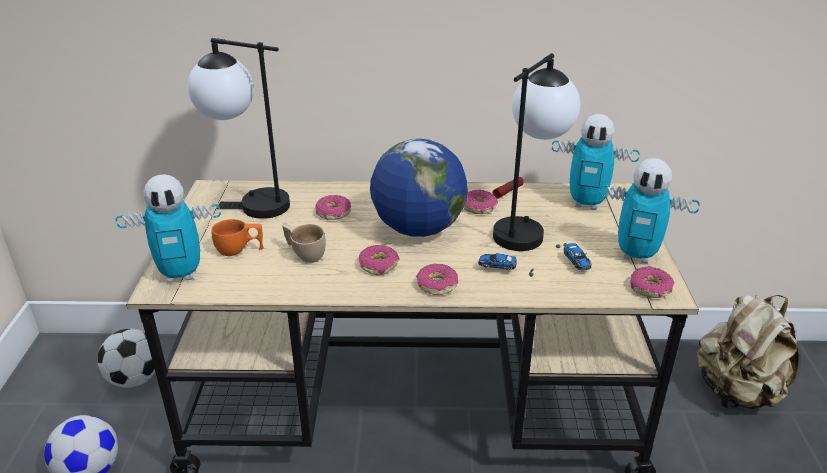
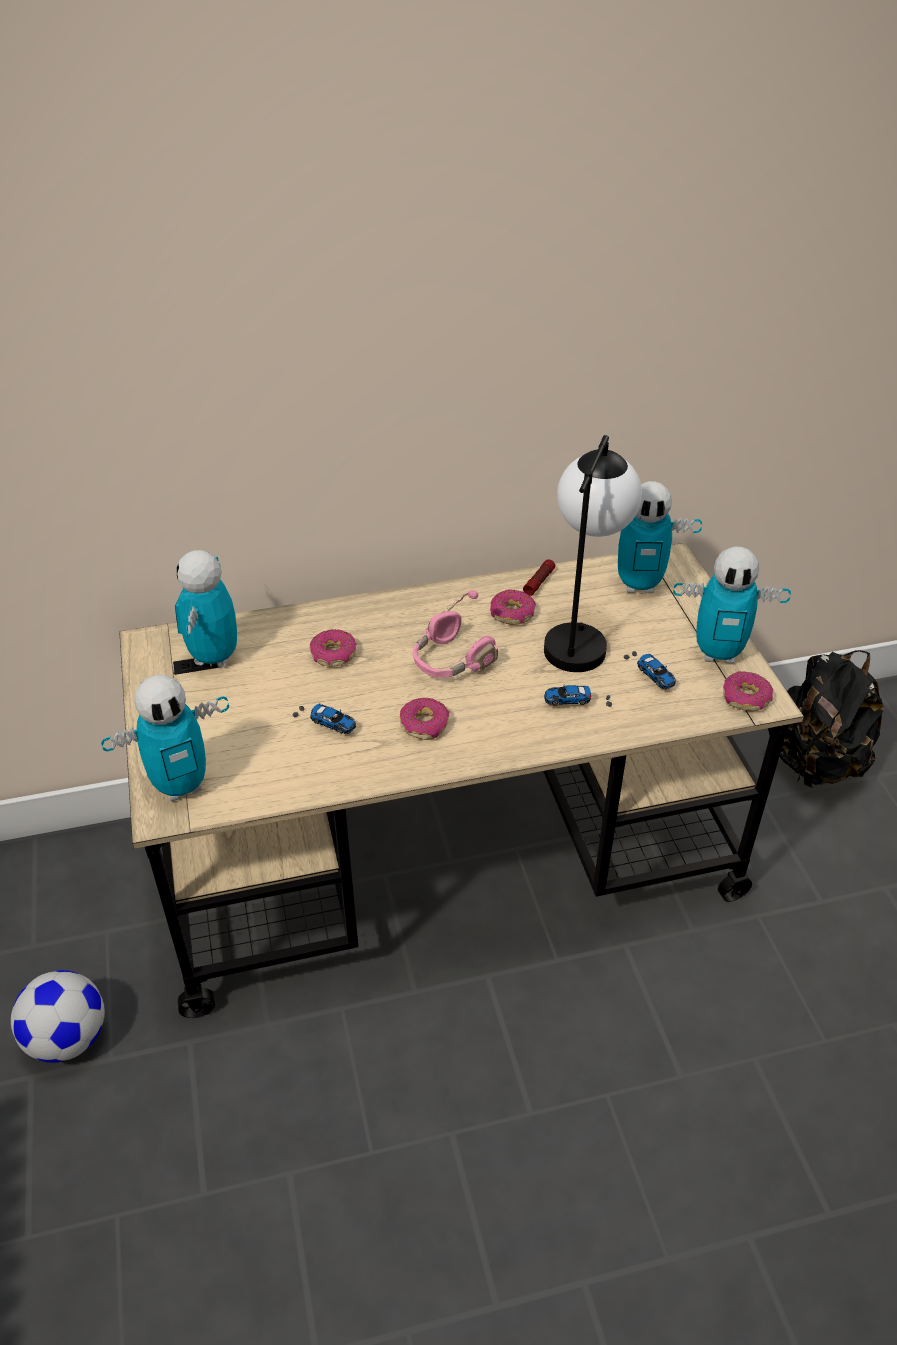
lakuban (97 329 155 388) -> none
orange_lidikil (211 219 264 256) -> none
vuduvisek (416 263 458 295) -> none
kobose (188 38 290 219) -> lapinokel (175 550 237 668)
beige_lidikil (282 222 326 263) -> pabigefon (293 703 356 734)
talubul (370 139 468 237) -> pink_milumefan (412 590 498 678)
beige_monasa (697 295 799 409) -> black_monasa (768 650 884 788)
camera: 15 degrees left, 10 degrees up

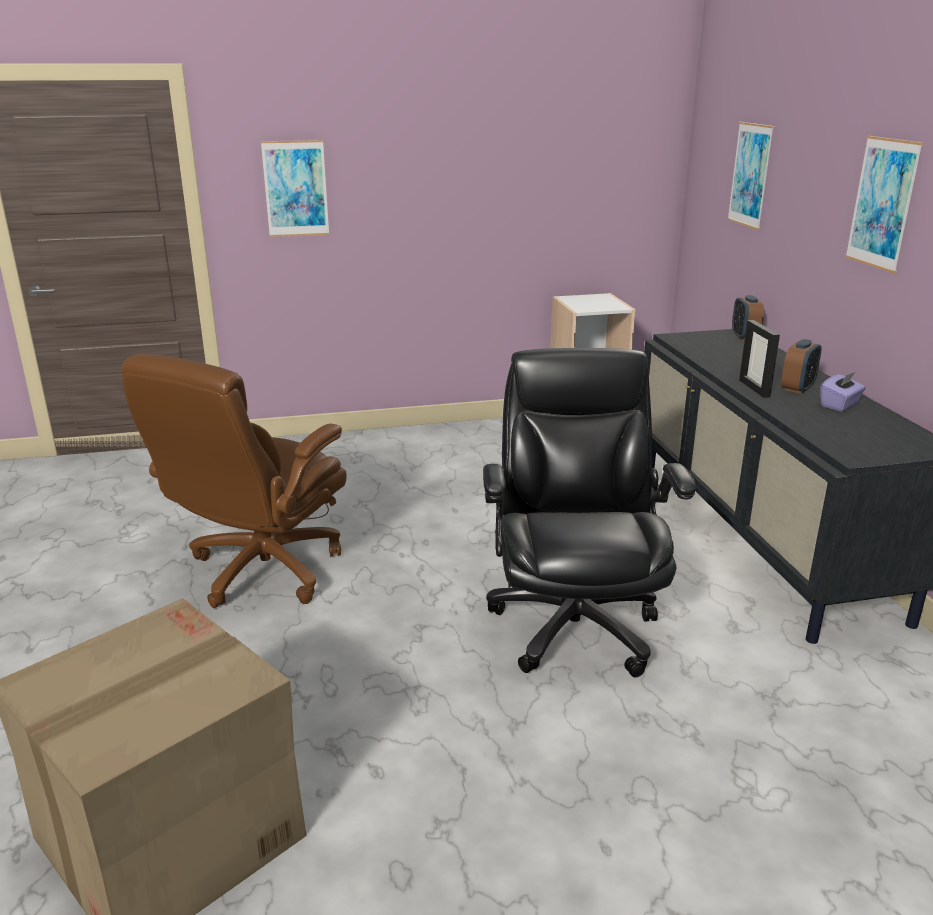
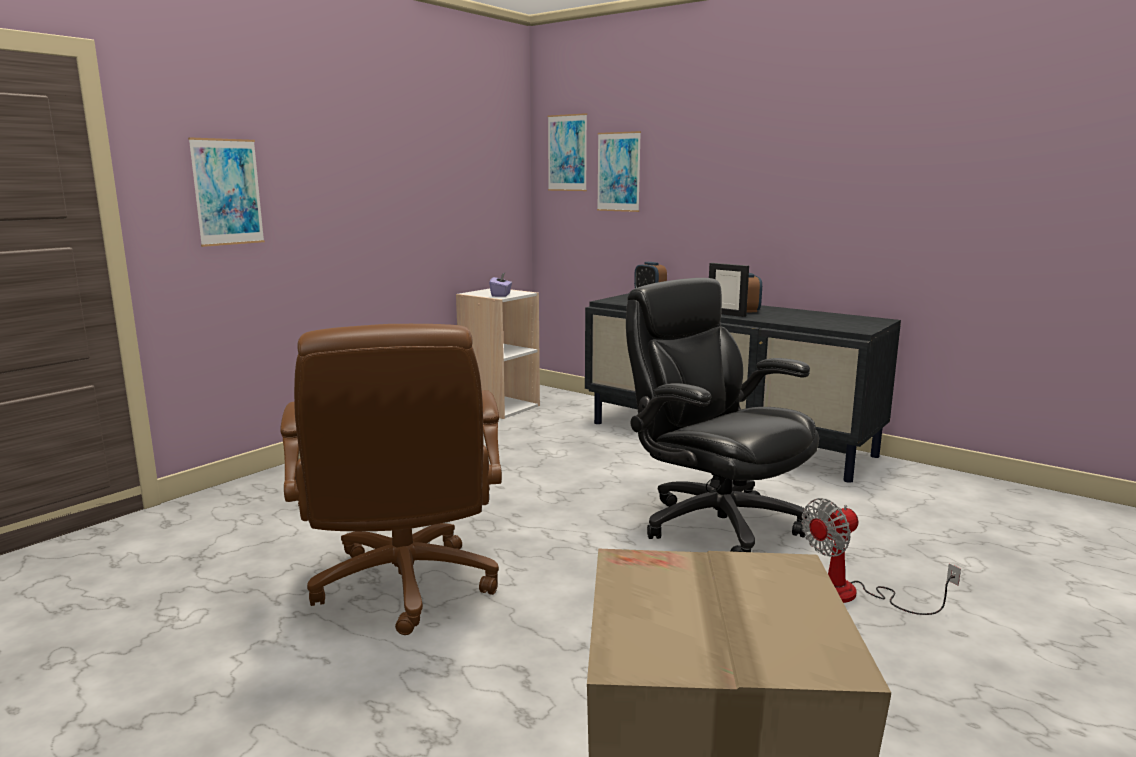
none -> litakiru (801 498 961 615)
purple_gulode (820 372 866 411) -> purple_gulode (489 273 512 297), moved
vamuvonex (845 136 924 273) -> vamuvonex (548 113 587 191), moved
camera: 40 degrees left, 10 degrees down

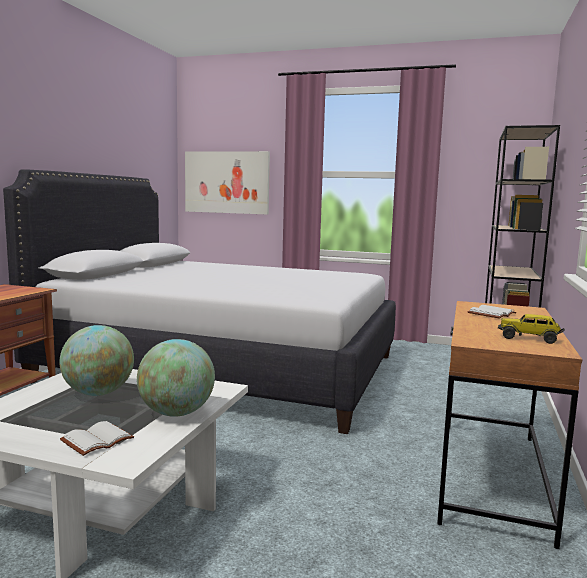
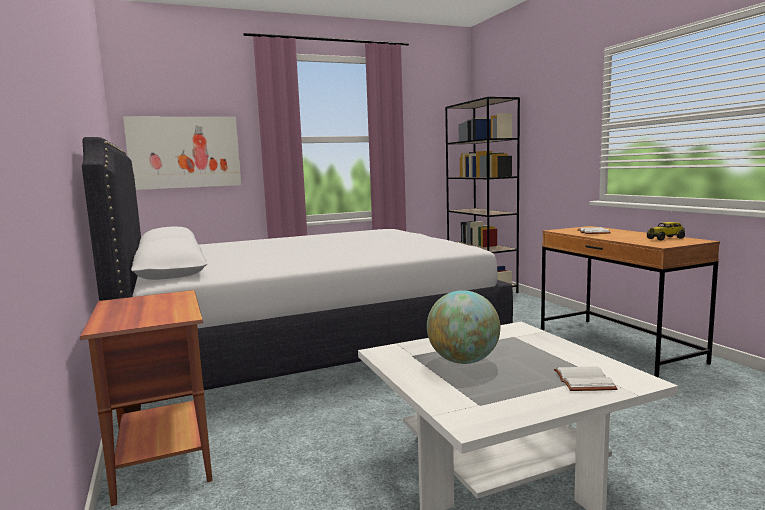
talubul (137 339 215 417) -> none
camera: 40 degrees left, 0 degrees up

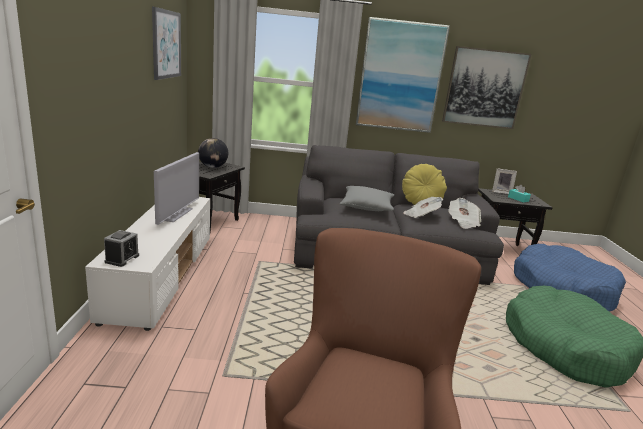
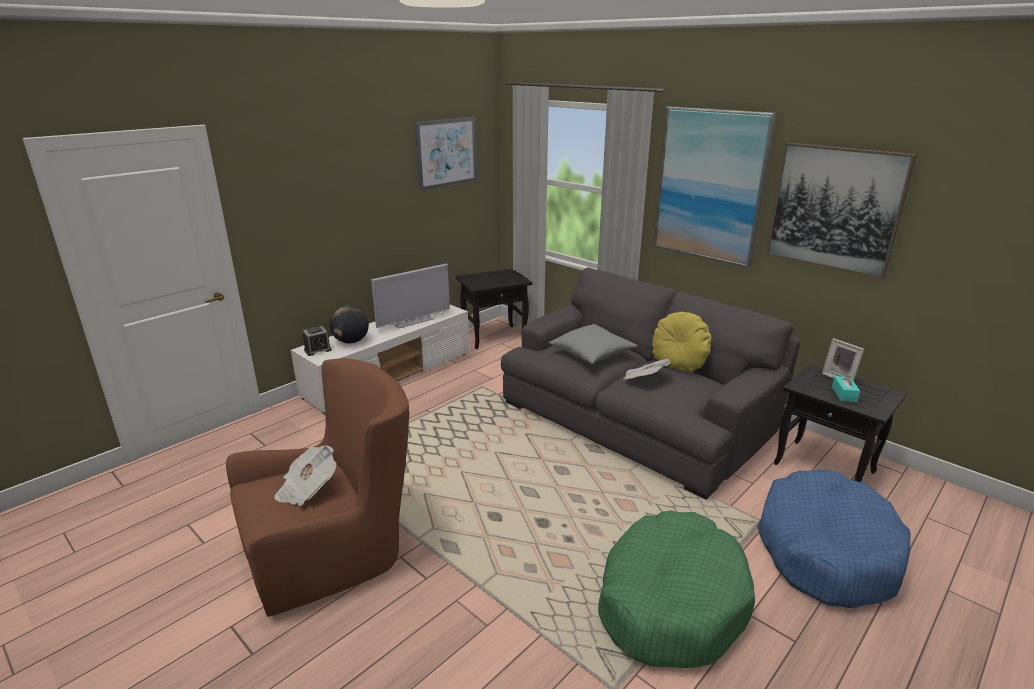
talubul (198 138 228 168) -> talubul (330 306 369 344), moved
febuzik (448 198 481 229) -> febuzik (274 445 336 506), moved
camera: 45 degrees right, 5 degrees up

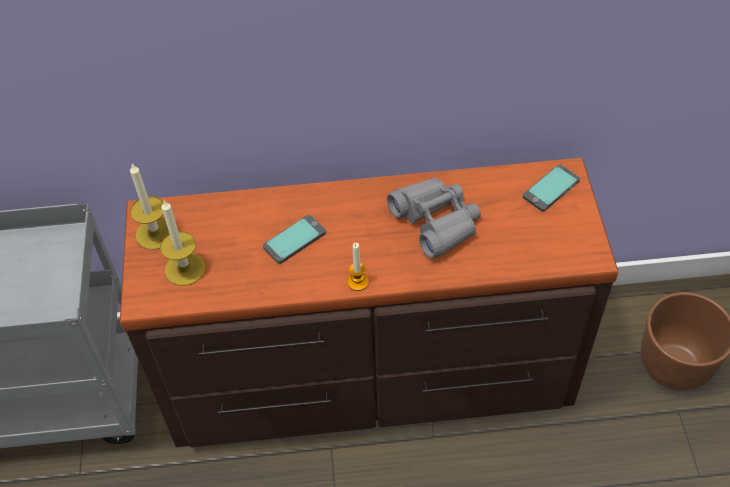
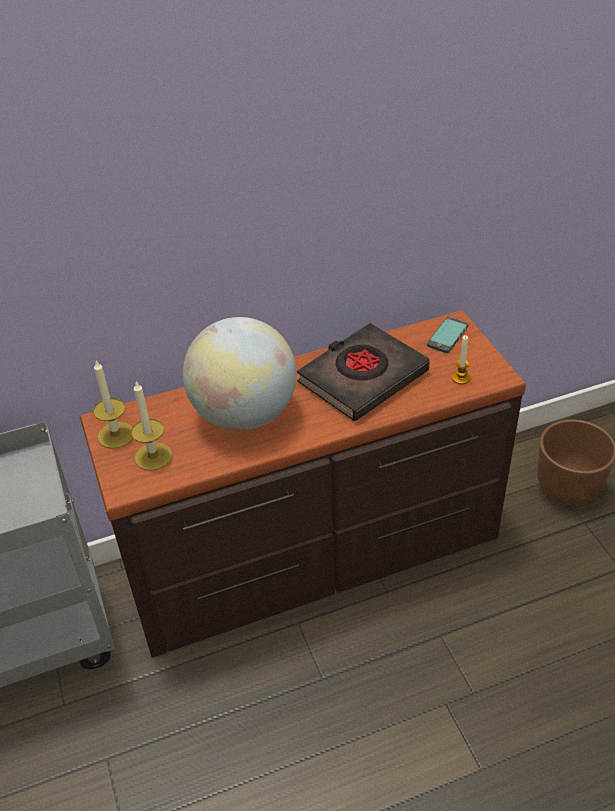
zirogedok (347 243 369 291) -> zirogedok (452 335 470 384), moved
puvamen (263 215 326 264) -> talubul (183 317 296 431)
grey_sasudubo (387 178 481 259) -> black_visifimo (297 323 430 421)
camera: 15 degrees left, 10 degrees down

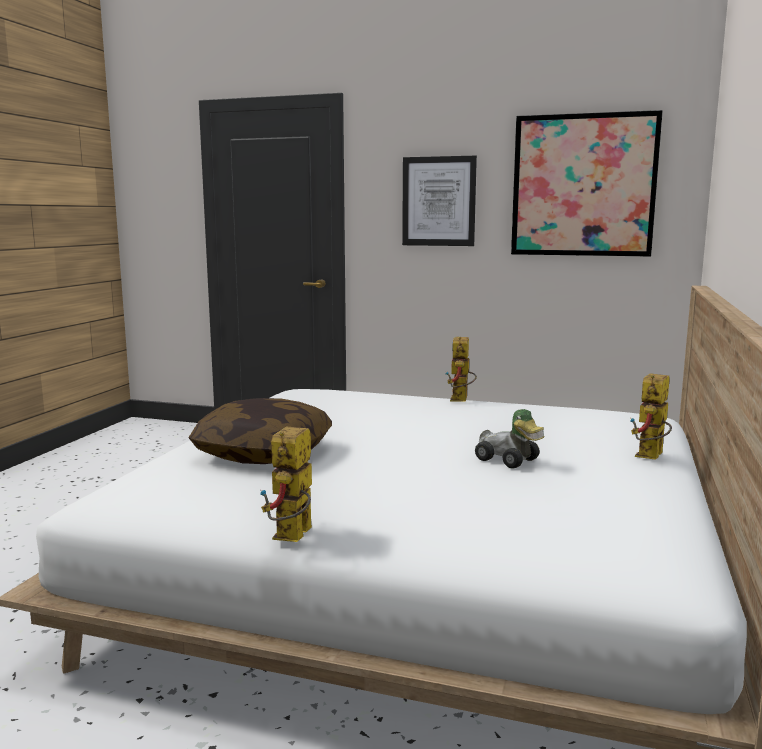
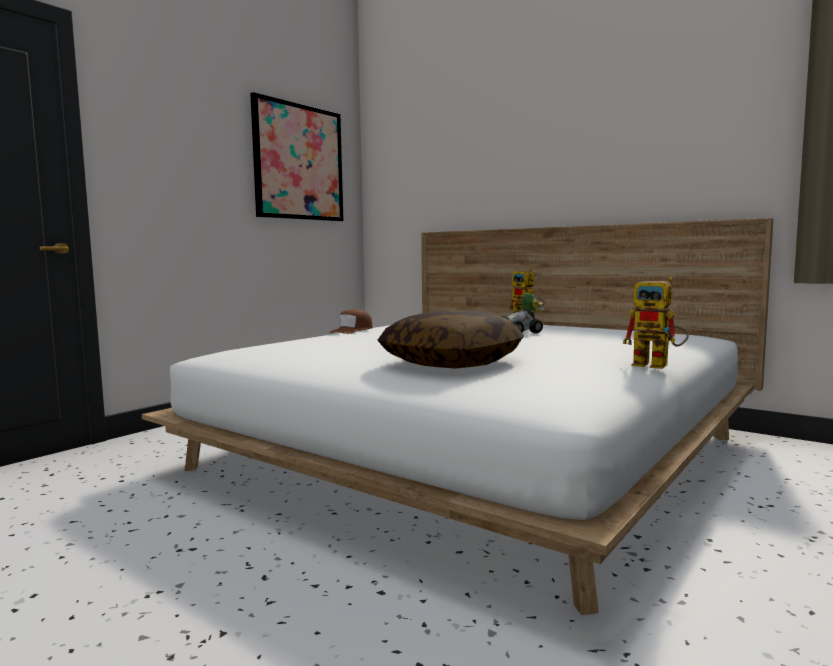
vamuvonex (402 156 477 246) -> none
lapinokel (446 337 477 402) -> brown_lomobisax (329 309 373 334)
camera: 70 degrees left, 5 degrees down

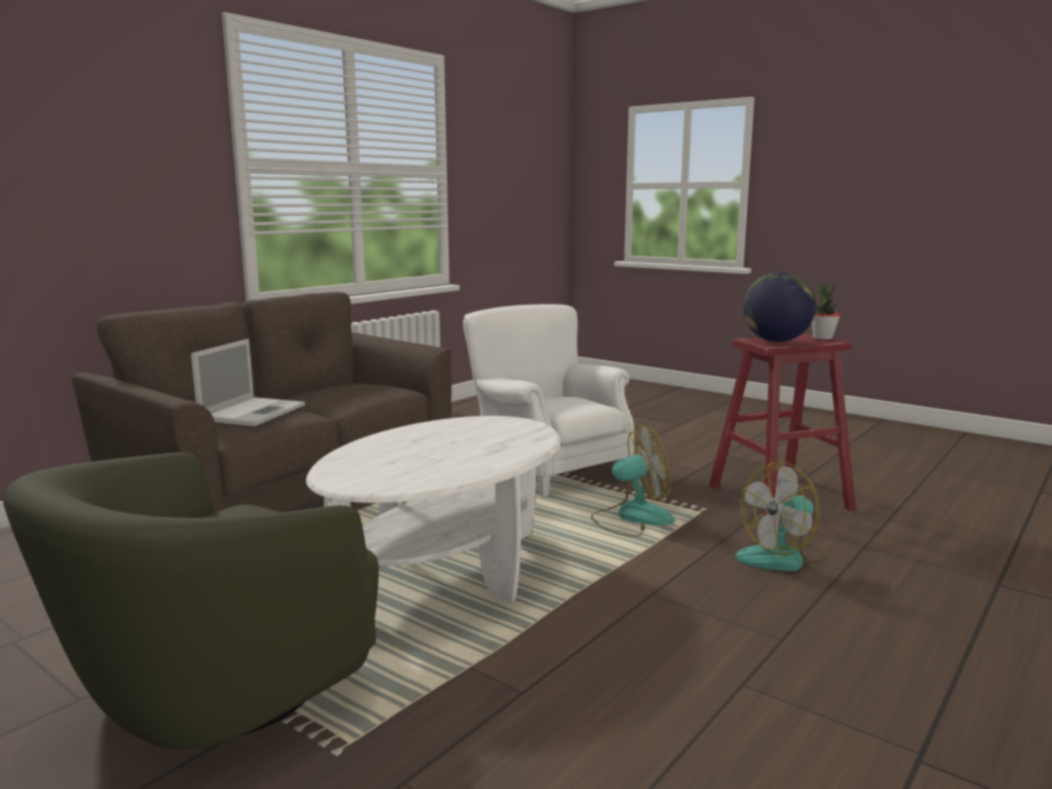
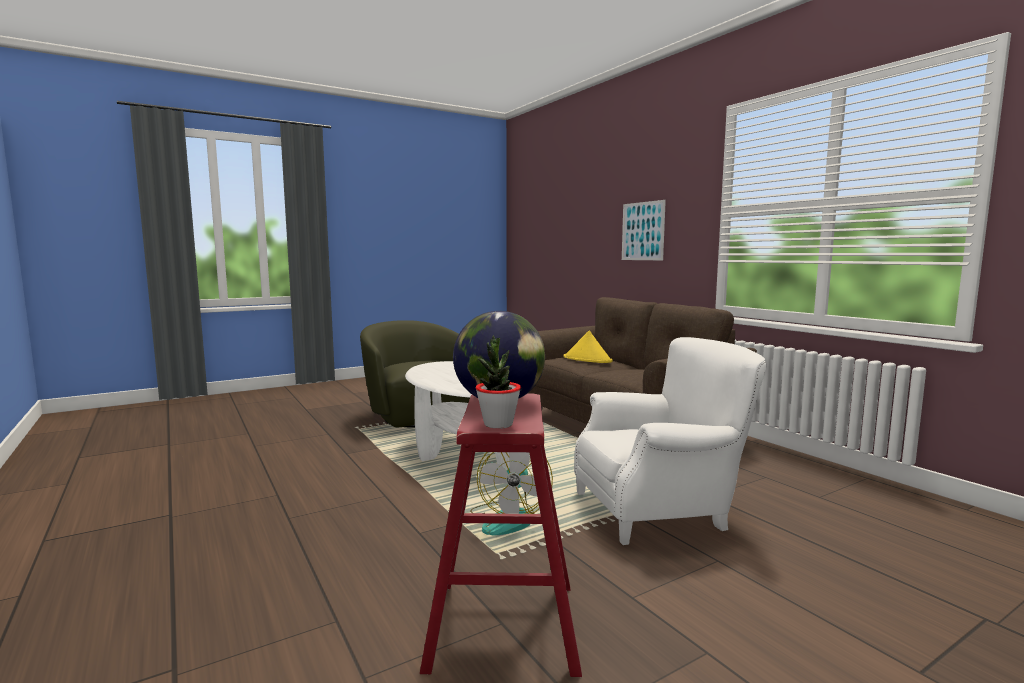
litakiru (735 462 825 571) -> none
none -> vamuvonex (622 200 666 260)
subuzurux (191 339 305 426) -> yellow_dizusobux (563 330 613 363)
camera: 110 degrees right, 5 degrees down

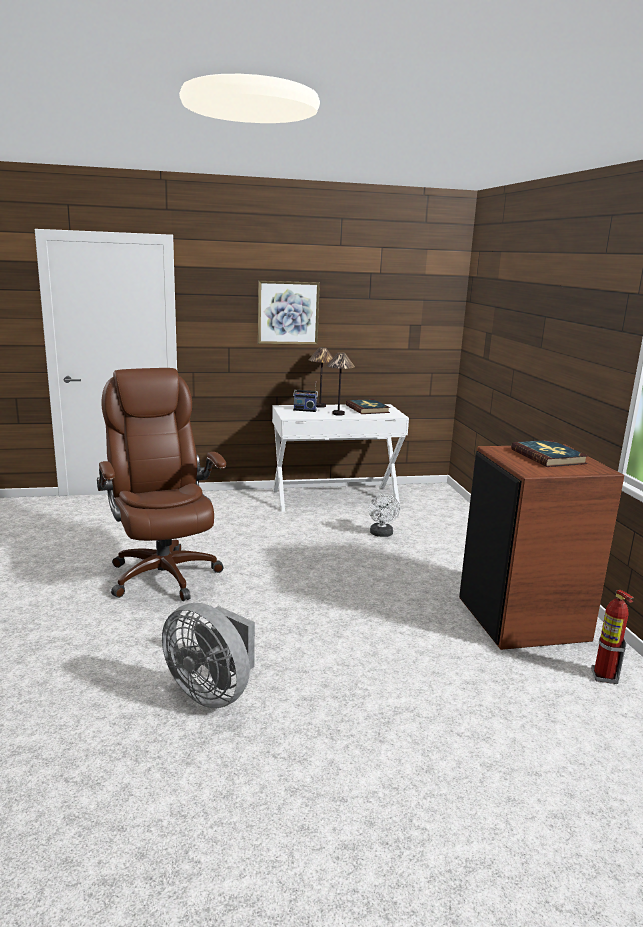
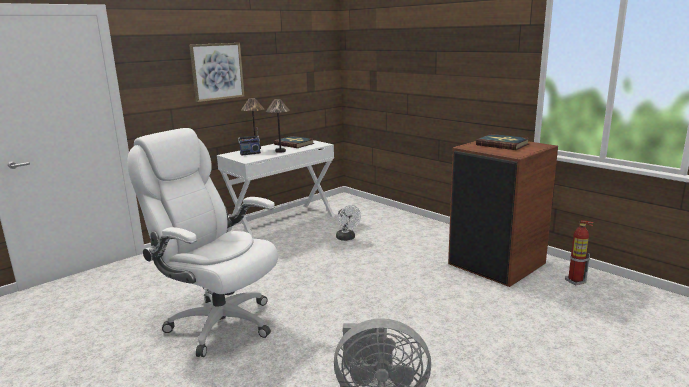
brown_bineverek (97 368 226 601) -> white_bineverek (127 128 278 357)
camera: 30 degrees left, 0 degrees up

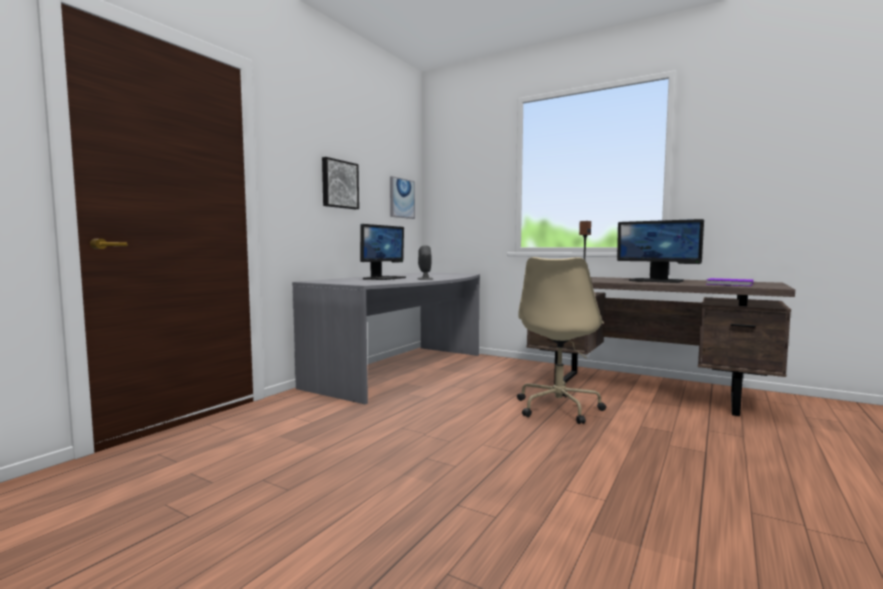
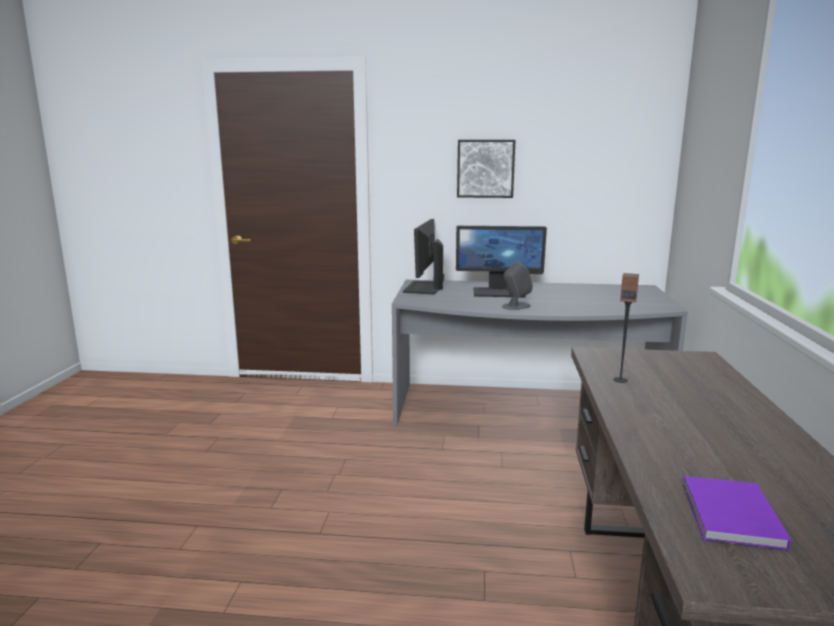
vamuvonex (390 176 415 219) -> none
beige_bineverek (517 257 607 424) -> none
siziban (617 219 704 283) -> siziban (403 219 444 294), moved
camera: 65 degrees right, 10 degrees up

